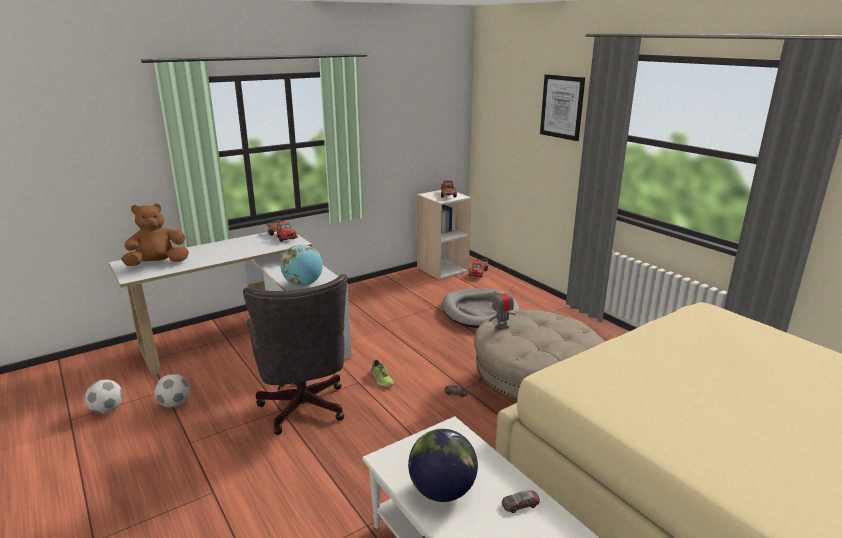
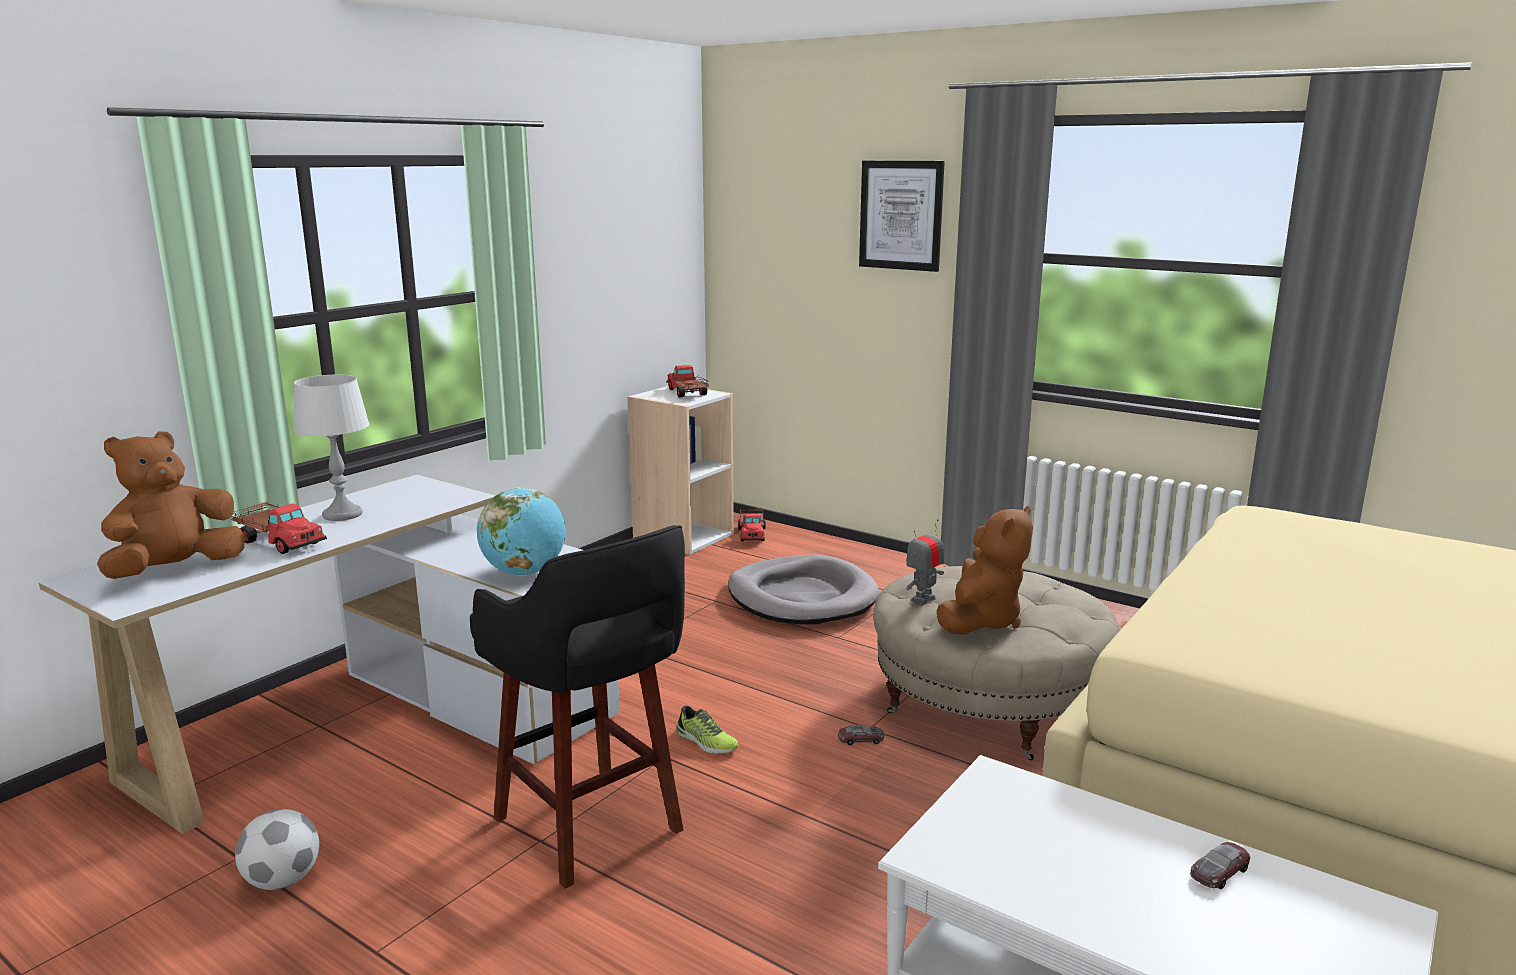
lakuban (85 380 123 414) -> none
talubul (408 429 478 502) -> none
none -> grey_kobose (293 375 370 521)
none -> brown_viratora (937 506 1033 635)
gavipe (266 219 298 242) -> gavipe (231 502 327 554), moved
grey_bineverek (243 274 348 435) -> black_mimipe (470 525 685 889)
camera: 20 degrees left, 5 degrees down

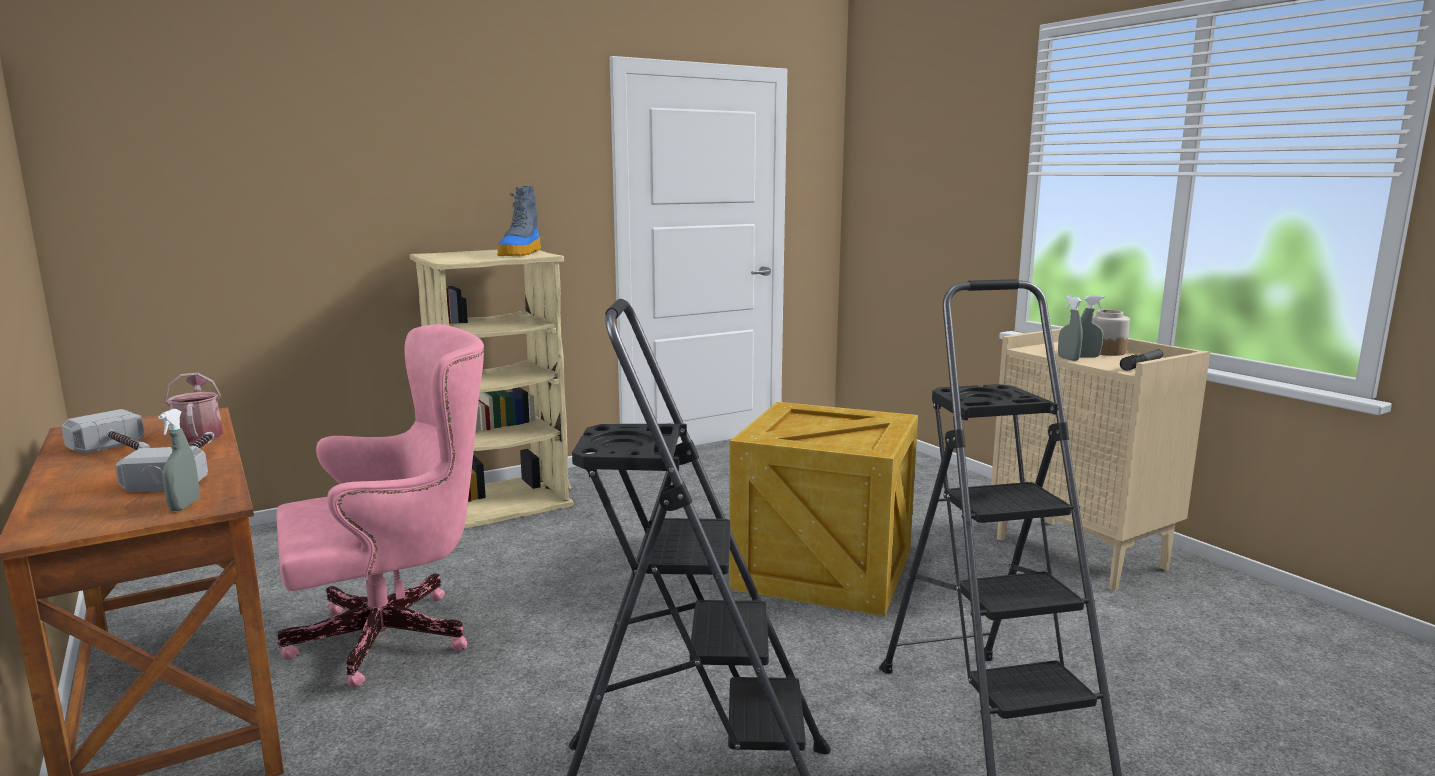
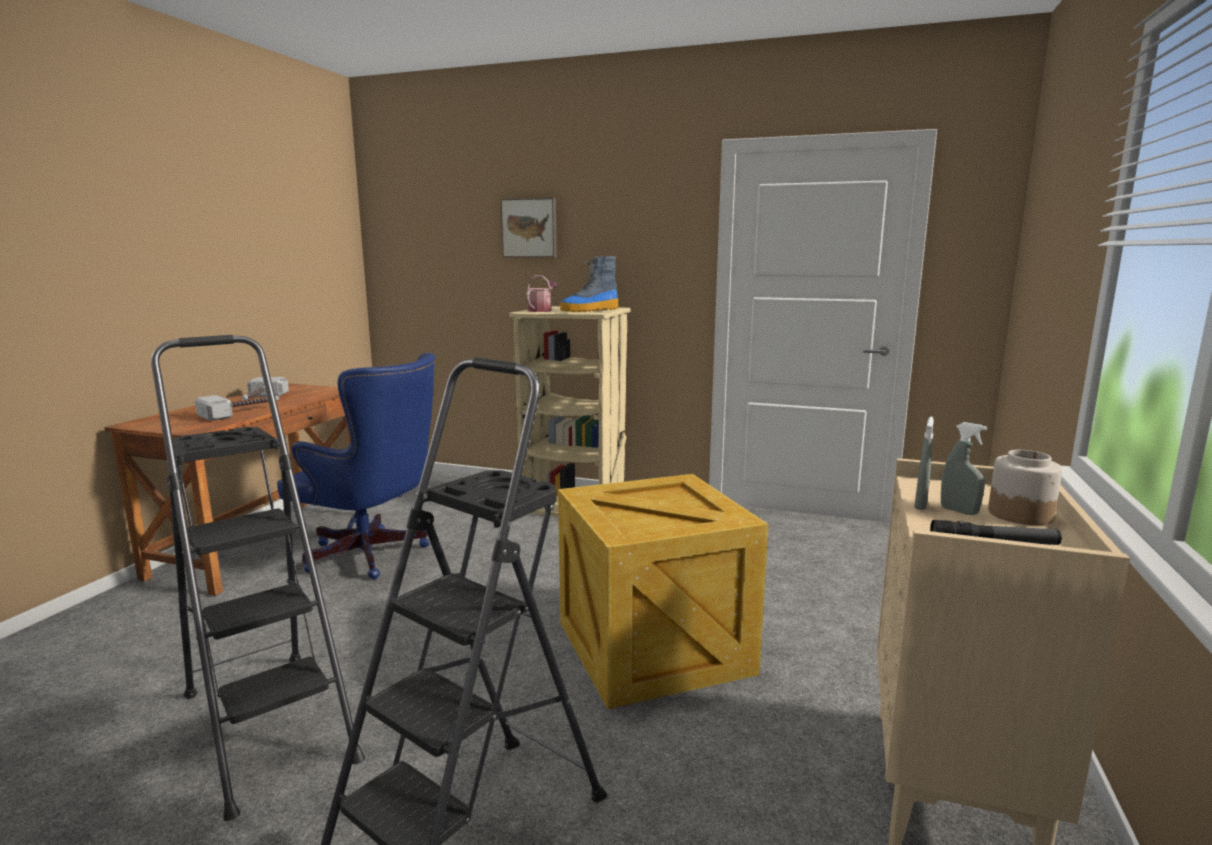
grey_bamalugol (158 409 200 511) -> none
none -> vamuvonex (501 198 557 257)
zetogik (164 373 224 443) -> zetogik (526 275 558 312), moved
pink_bineverek (276 324 484 688) -> blue_bineverek (277 353 435 579)
camera: 50 degrees right, 0 degrees up

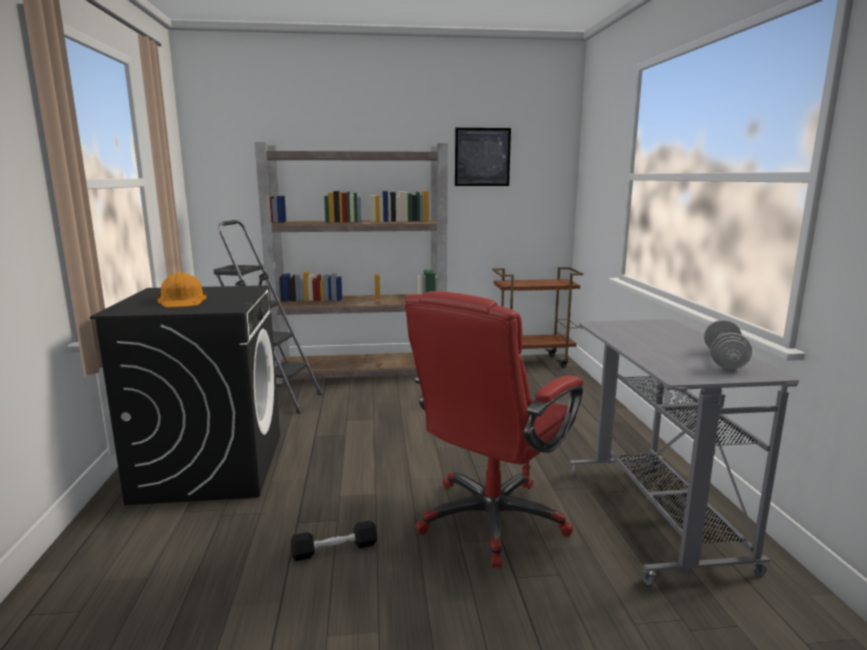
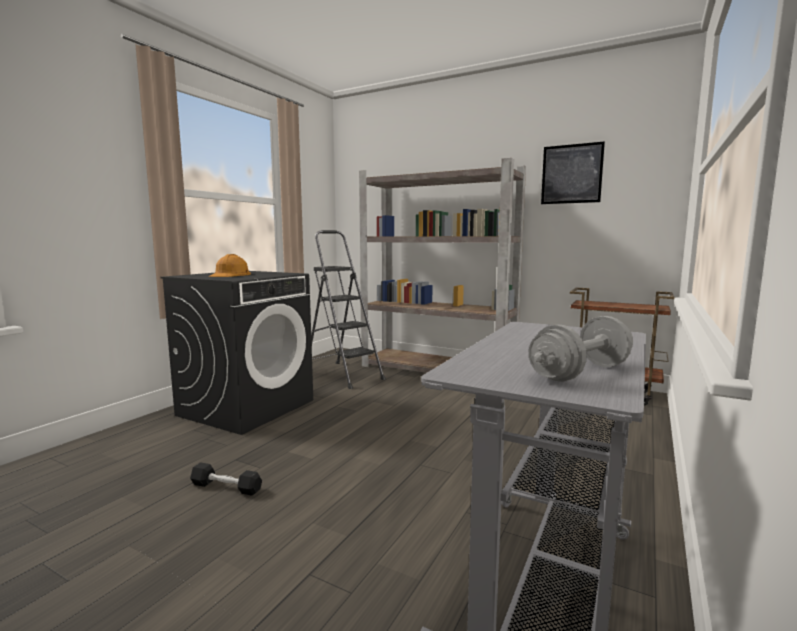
red_bineverek (405 291 584 569) -> none
camera: 35 degrees right, 5 degrees down

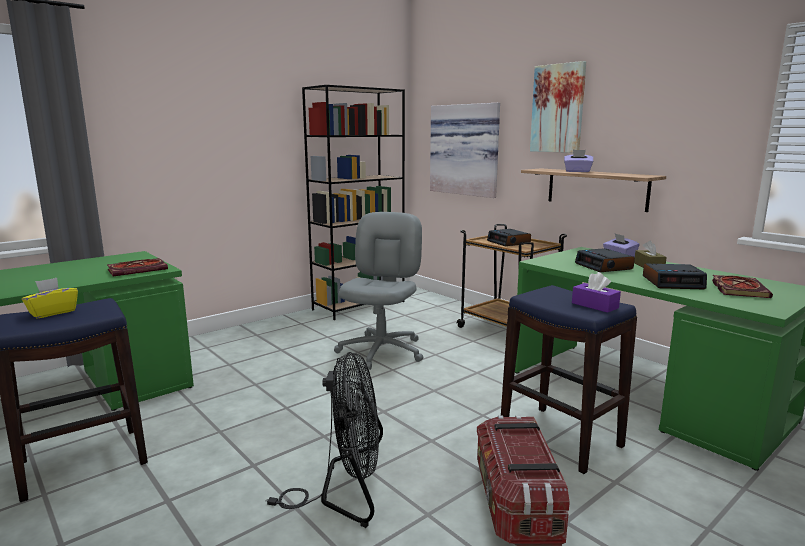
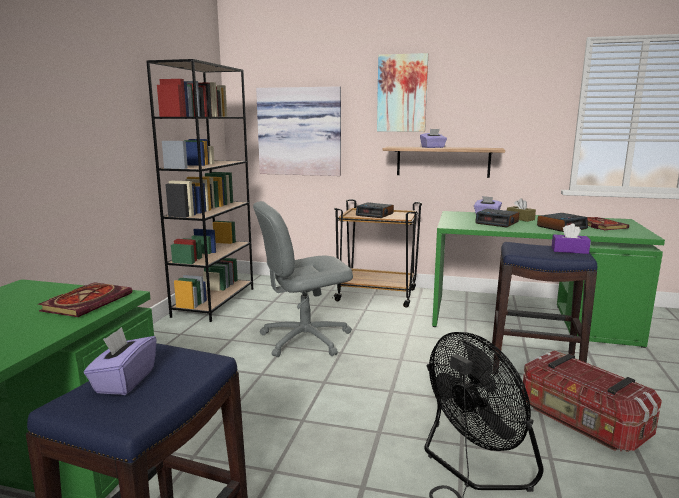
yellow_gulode (22 278 78 318) -> purple_gulode (84 327 157 395)
grey_bineverek (334 212 424 370) -> grey_bineverek (253 201 353 357), 90 degrees counterclockwise
camera: 35 degrees left, 0 degrees up

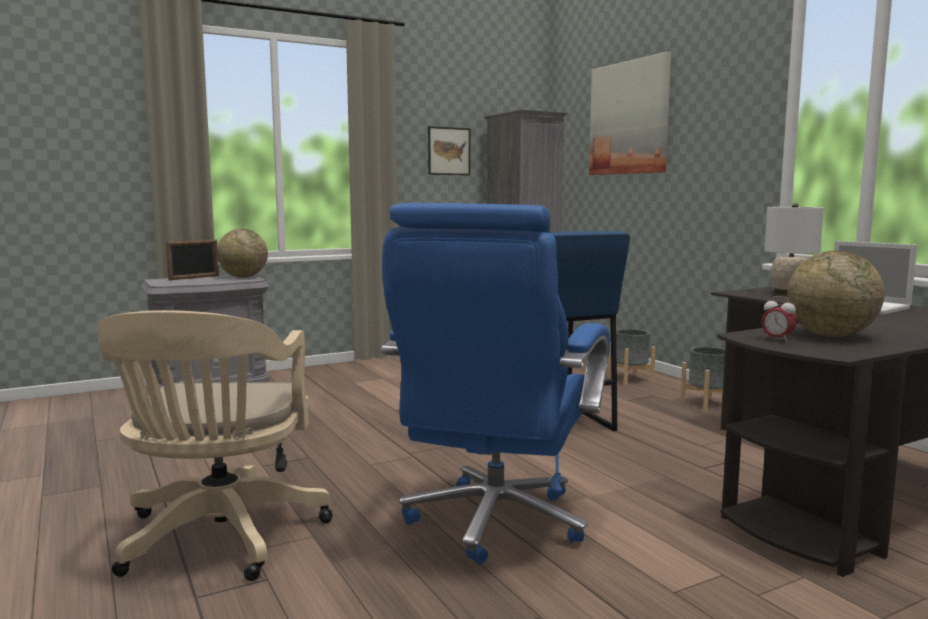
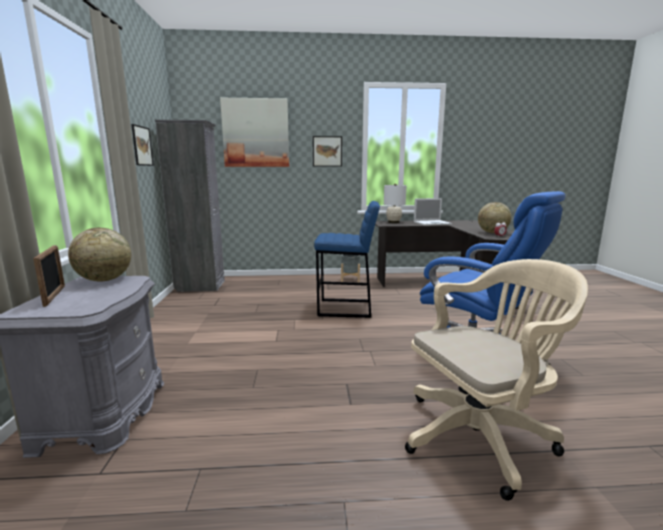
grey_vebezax (608 329 656 385) -> none
none -> vamuvonex (313 136 342 167)
beige_bineverek (97 310 333 581) -> beige_bineverek (405 259 588 501), 45 degrees counterclockwise
camera: 65 degrees left, 5 degrees up

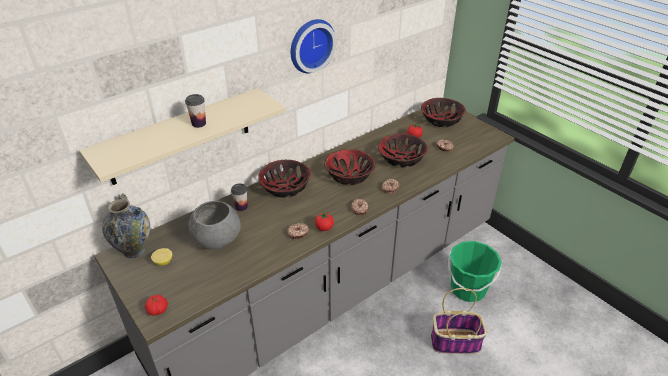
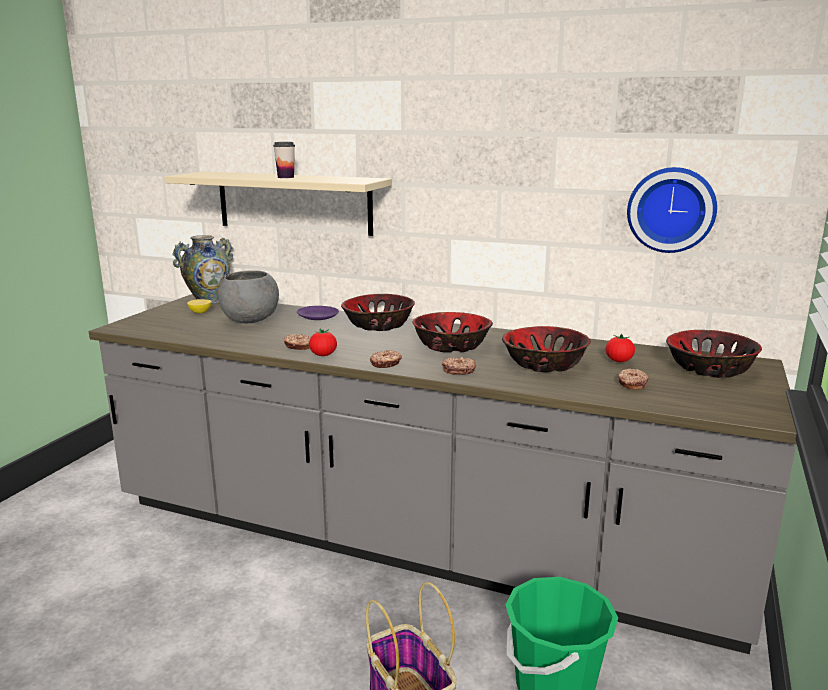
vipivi (145 295 168 316) -> none
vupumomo (291 19 336 73) -> vupumomo (627 167 717 253), moved
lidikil (231 183 248 211) -> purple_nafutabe (297 306 339 320)
camera: 60 degrees right, 20 degrees down

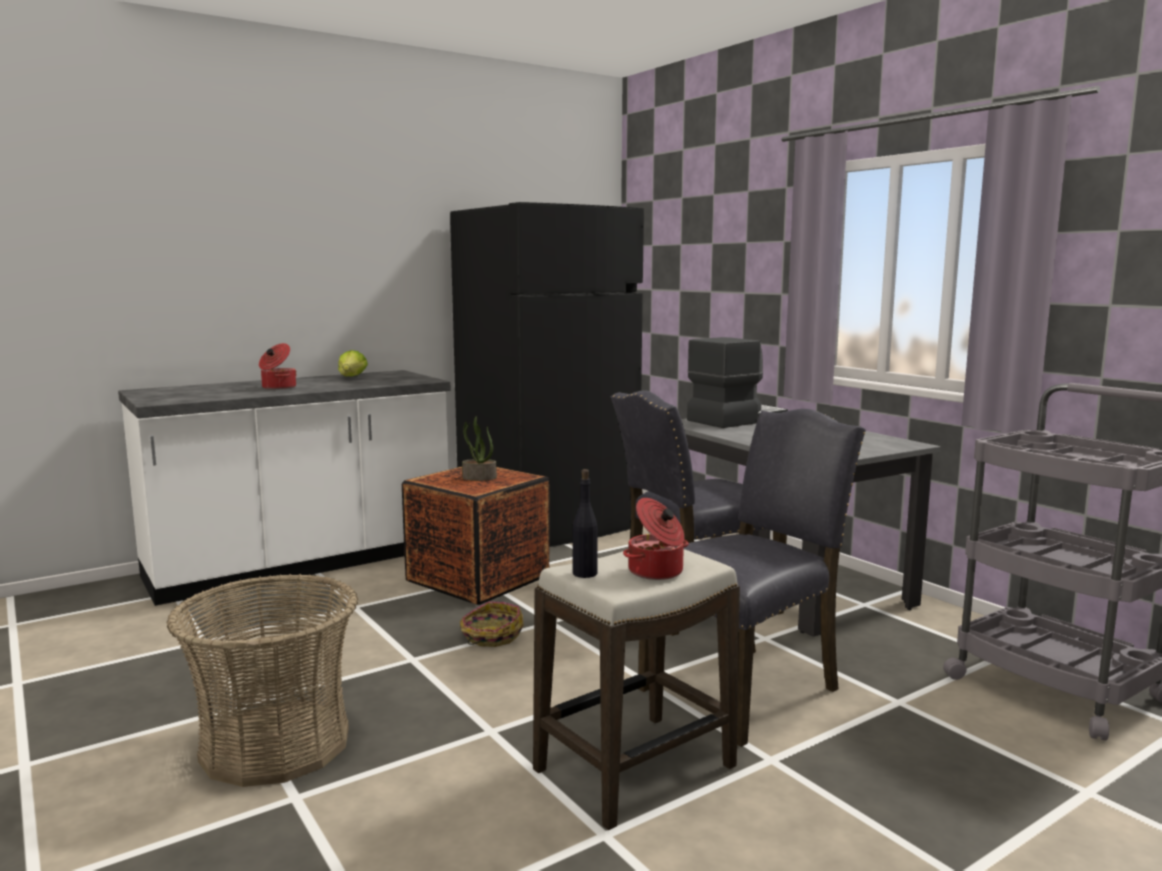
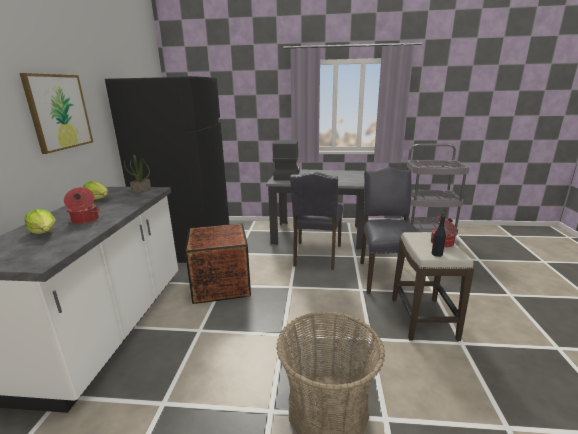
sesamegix (460 601 524 647) -> none
none -> vamuvonex (20 73 93 154)
none -> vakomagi (24 209 56 234)
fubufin (462 416 497 481) -> fubufin (124 155 151 193), moved
camera: 50 degrees left, 10 degrees up

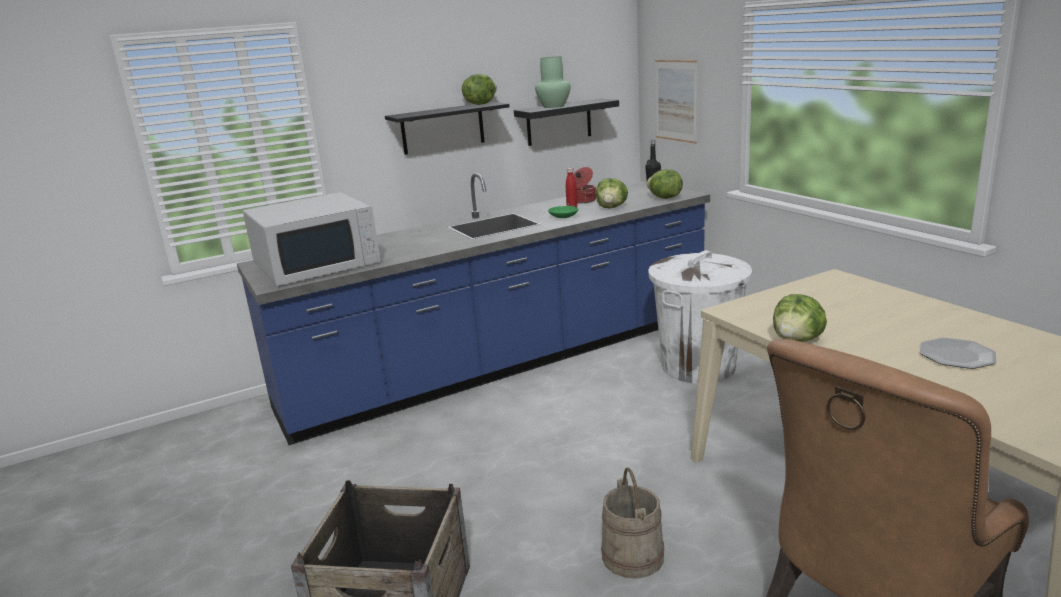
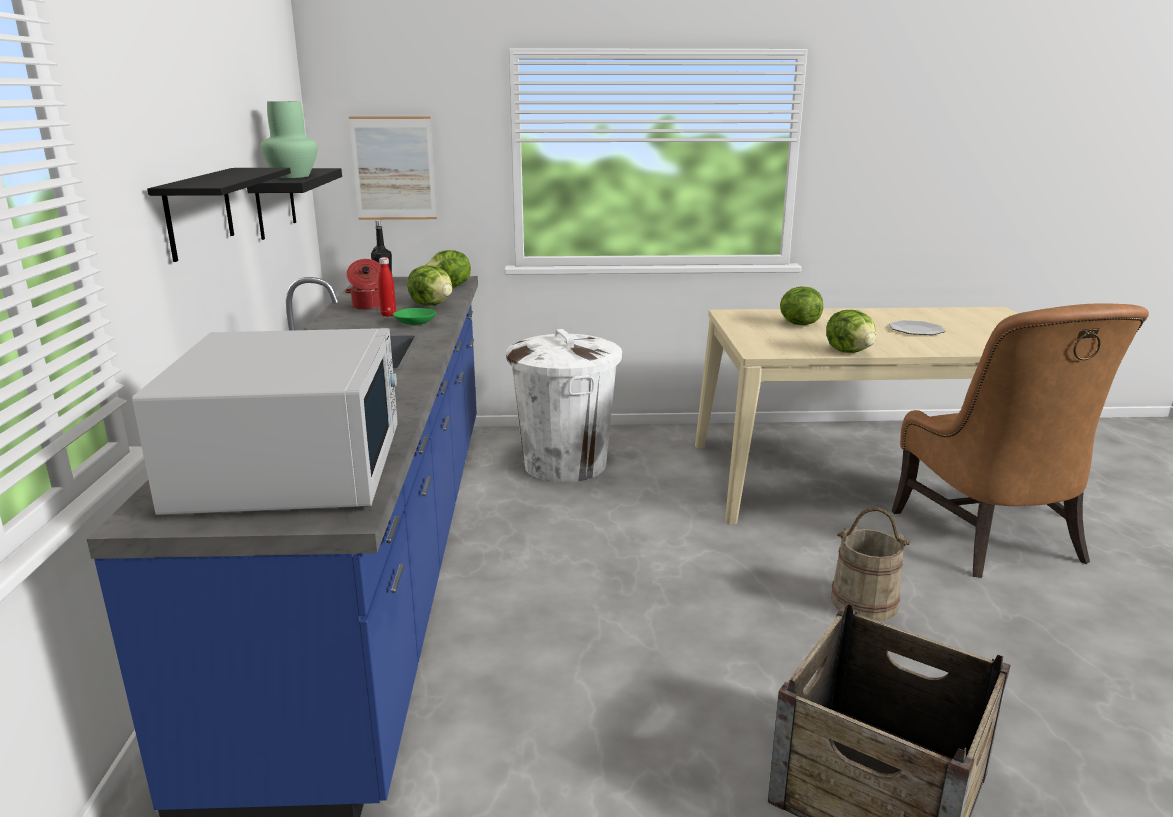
vakomagi (462 74 497 105) -> vakomagi (780 286 823 325), moved
camera: 65 degrees left, 0 degrees up

